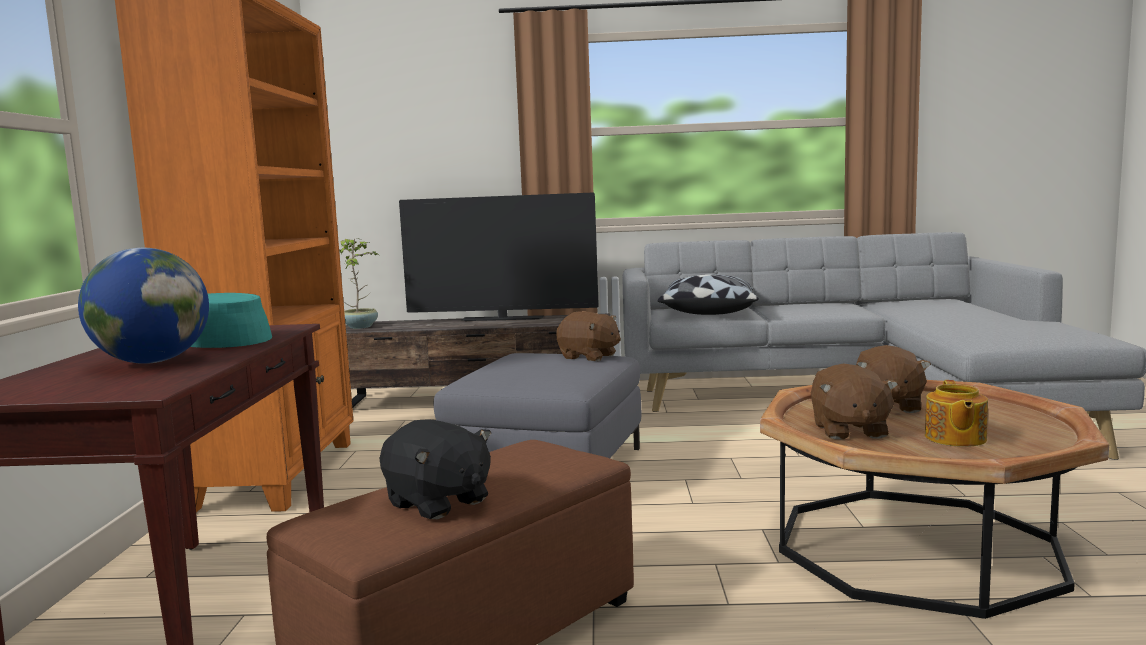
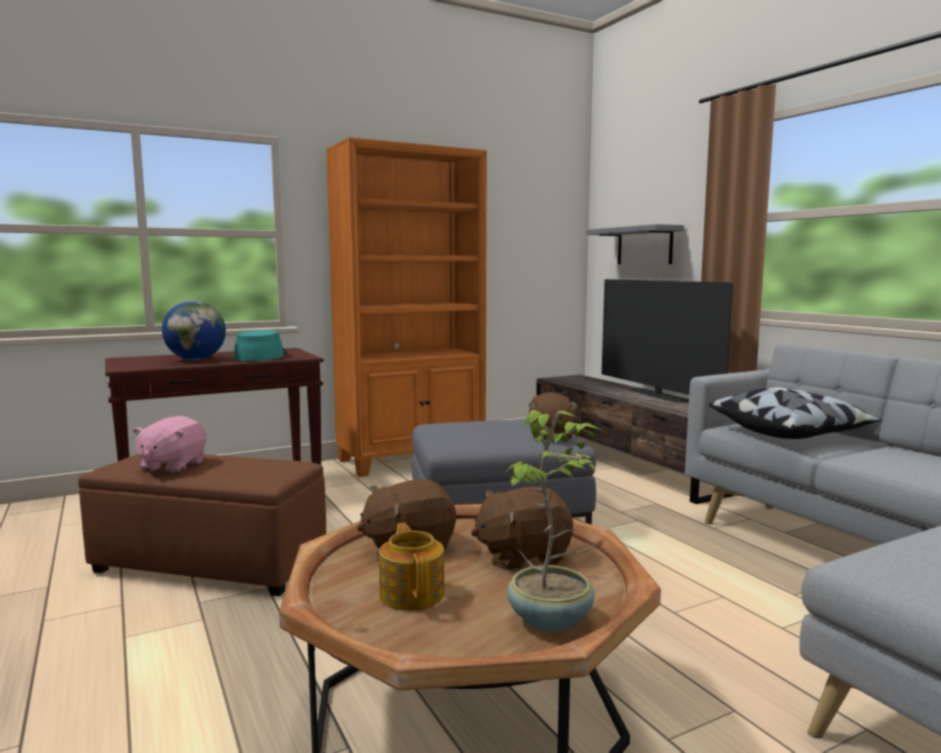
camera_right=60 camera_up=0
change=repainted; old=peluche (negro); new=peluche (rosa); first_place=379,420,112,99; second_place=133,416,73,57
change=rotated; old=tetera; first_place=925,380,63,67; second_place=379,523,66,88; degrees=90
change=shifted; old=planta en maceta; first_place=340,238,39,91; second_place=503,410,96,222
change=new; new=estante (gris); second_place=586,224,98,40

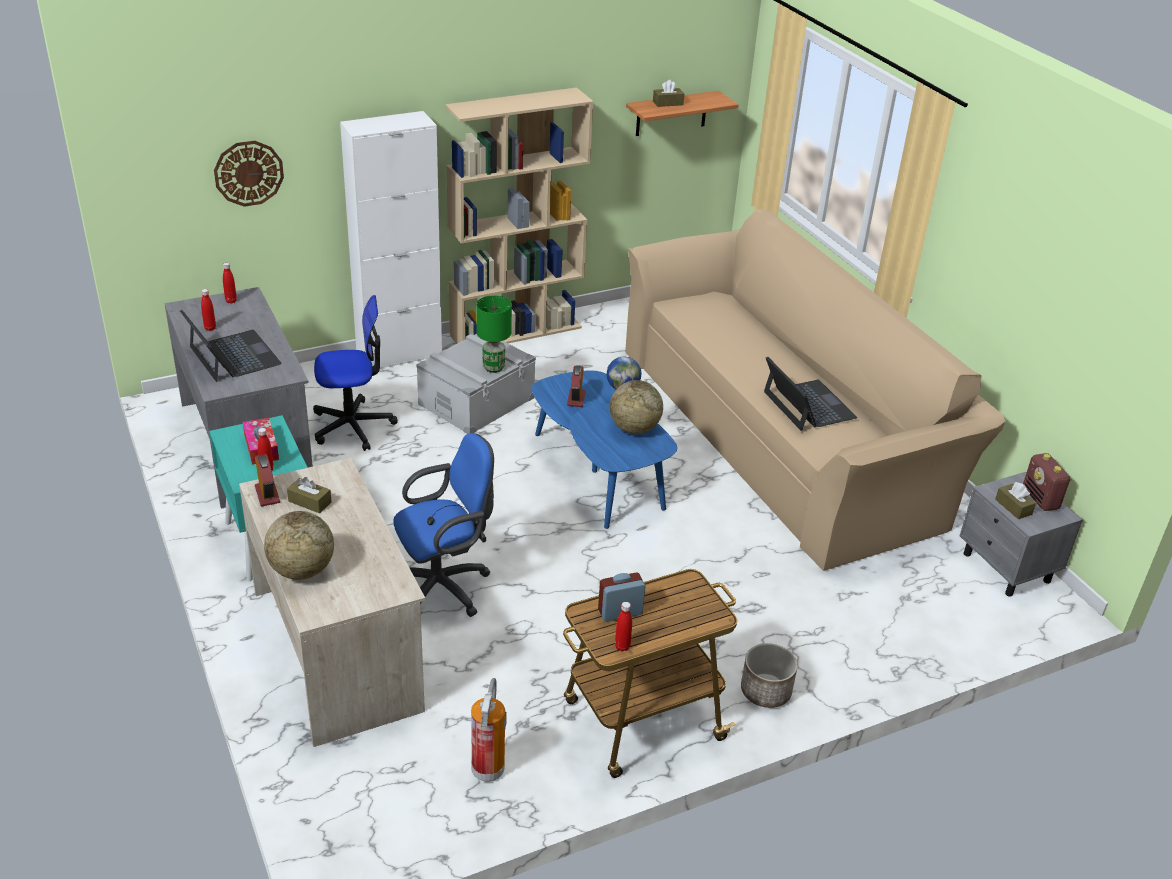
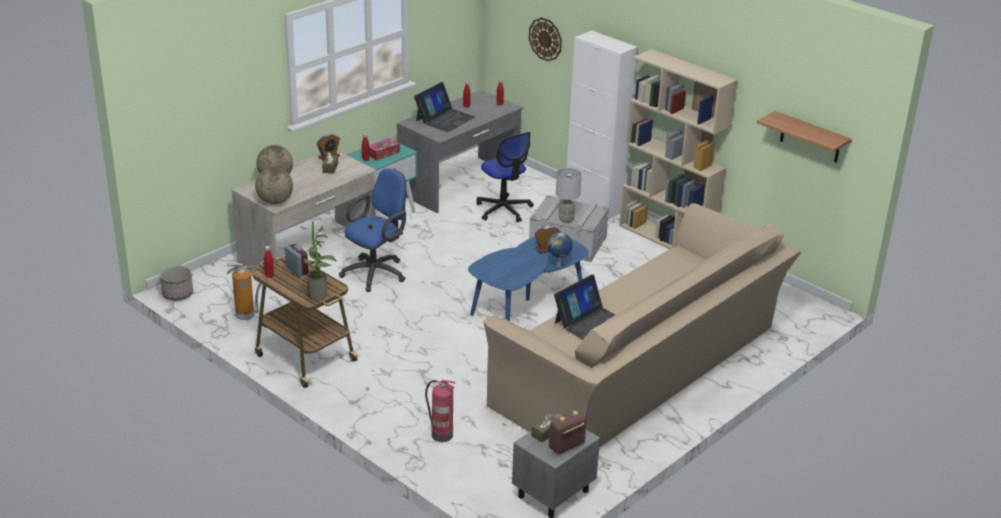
camera_right=70 camera_up=-5
change=shifted; old=maceta; first_place=741,643,57,65; second_place=160,266,33,35
change=shifted; old=globo terráqueo; first_place=610,380,53,54; second_place=255,167,38,37
change=new; new=planta en maceta; second_place=303,221,34,79
change=rotated; old=silla de oficina (azul); first_place=393,433,101,184; second_place=339,169,67,123; degrees=-90
change=new; new=extintor; second_place=425,380,31,62
change=repainted; old=lámpara de mesa (verde); new=lámpara de mesa (gris); first_place=476,295,36,78; second_place=556,168,26,55
change=gone; old=caja de pañuelos (marrón); first_place=653,80,31,27

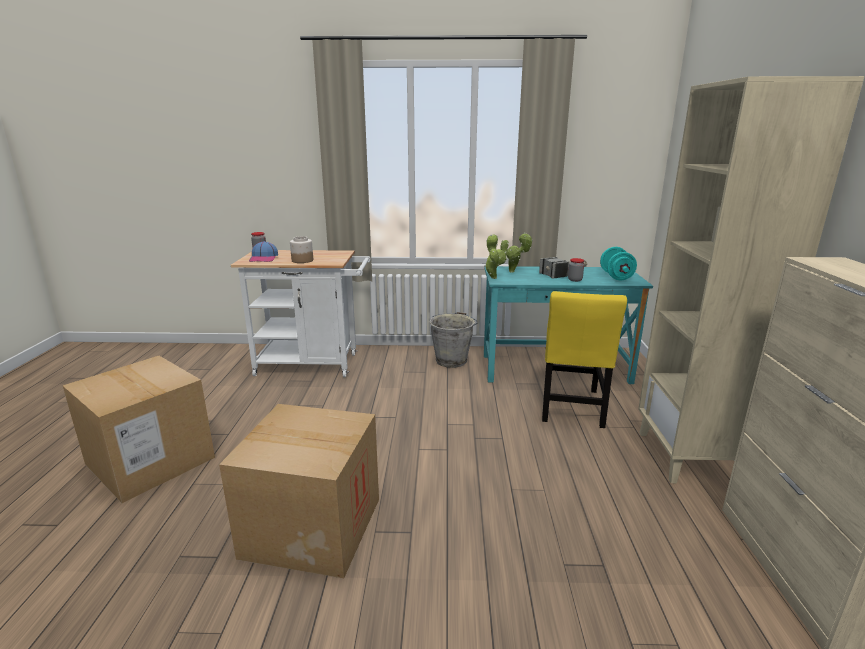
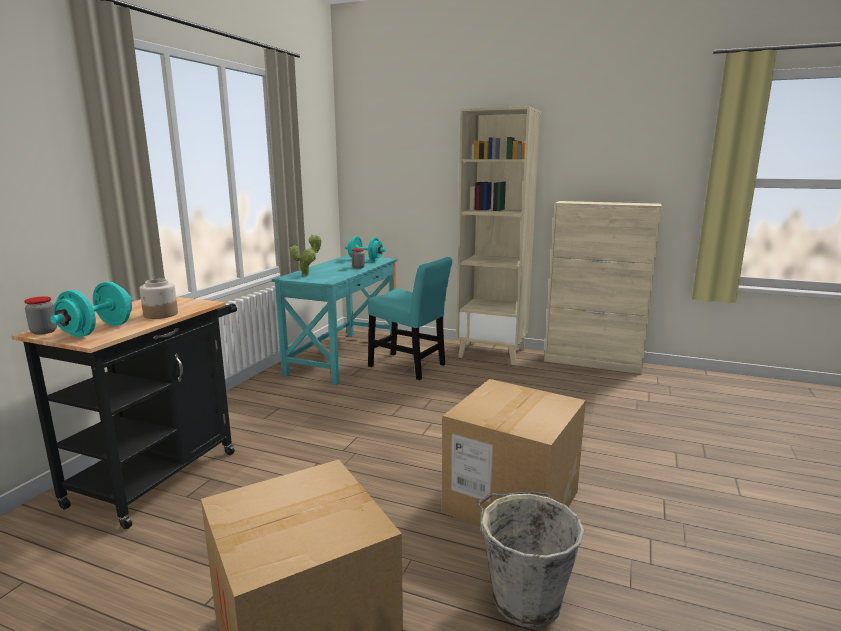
camera_right=-70 camera_up=-5
change=repainted; old=carrito (blanco); new=carrito (negro); first_place=231,250,140,127; second_place=11,297,226,232
change=swapped; old=gorra; new=mancuerna (turquesa); first_place=249,241,29,21; second_place=50,282,82,55
change=repainted; old=silla (amarillo); new=silla (turquesa); first_place=542,291,85,137; second_place=368,257,85,123
change=shifted; old=cubo (gris); first_place=429,312,49,56; second_place=477,491,107,137
change=gone; old=planta en maceta; first_place=485,234,21,45
change=gone; old=martillo; first_place=539,257,48,21

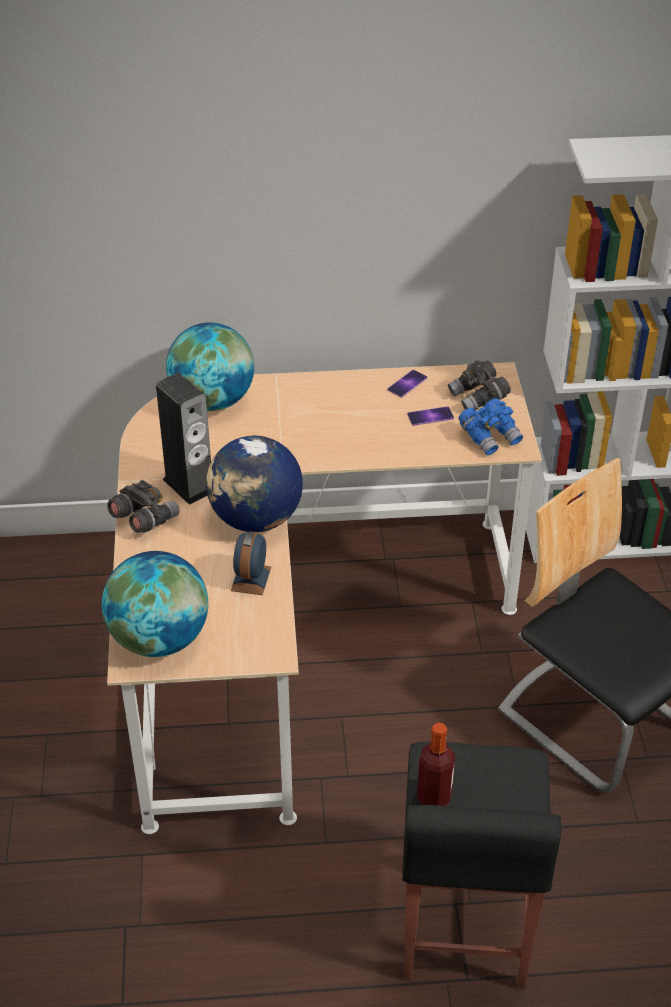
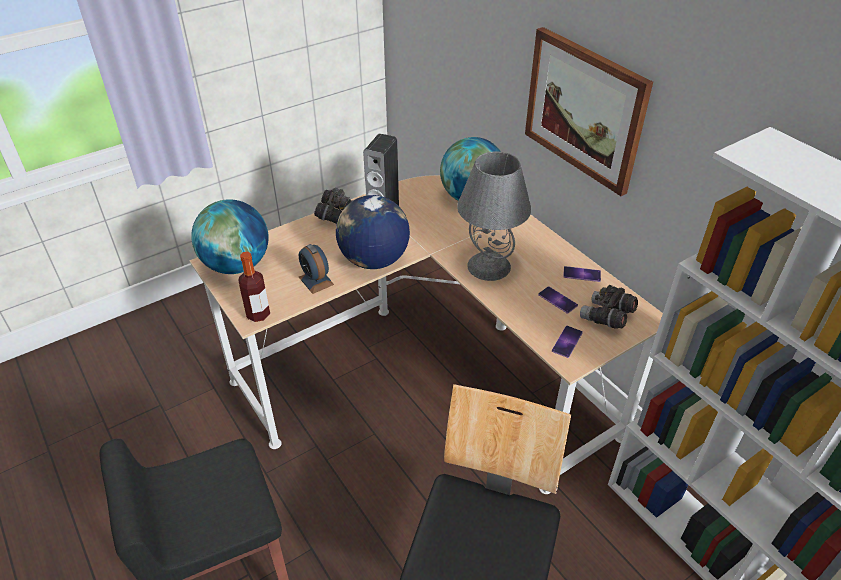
camera_right=60 camera_up=0
change=shifted; old=botella; first_place=417,722,38,84; second_place=239,252,31,70
change=rotated; old=despertador; first_place=231,531,40,64; second_place=299,244,35,50; degrees=-105
change=new; new=lámpara de mesa (gris); second_place=457,151,74,130
change=new; new=cuadro; second_place=525,27,128,169
change=swapped; old=prismáticos (azul); new=móvil; first_place=459,398,64,57; second_place=552,326,31,32

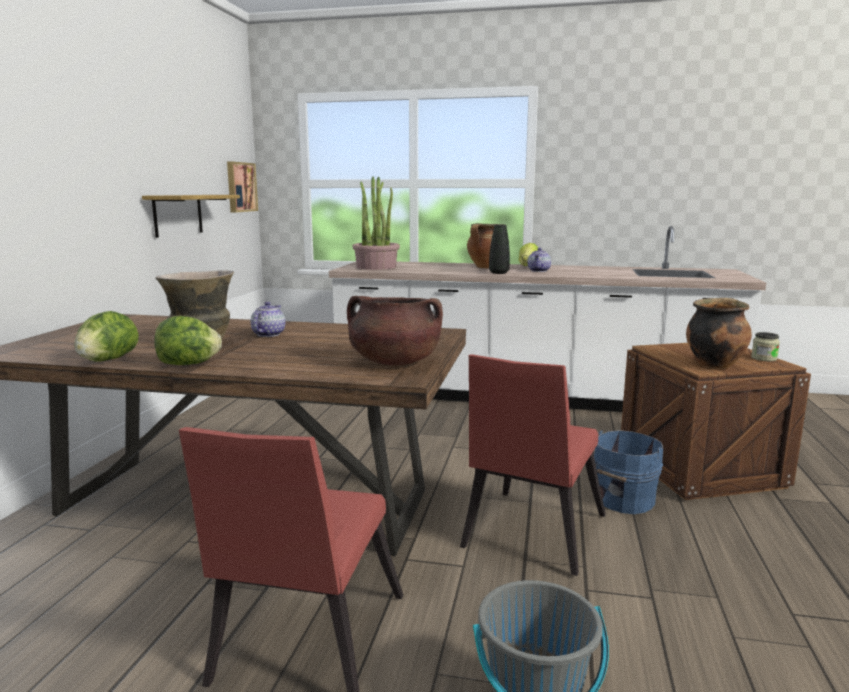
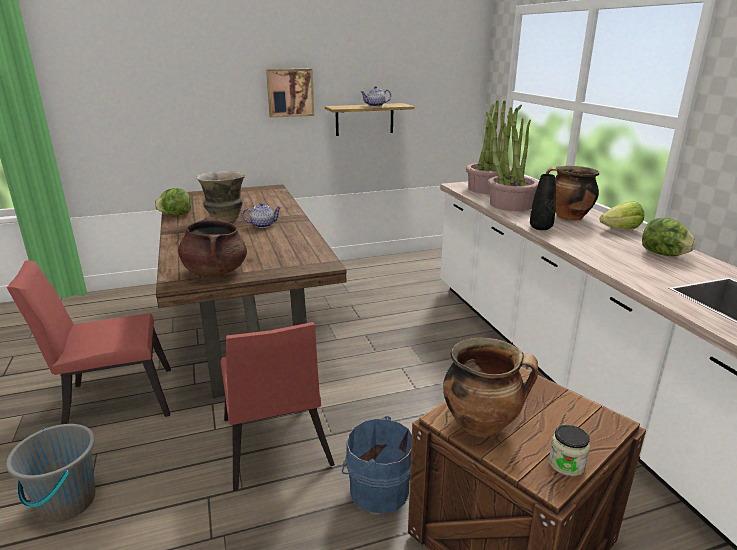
camera_right=60 camera_up=10
change=rotated; old=silla (rojo); first_place=460,354,146,222; second_place=220,322,115,169; degrees=-105
change=shifted; old=cuadro; first_place=227,162,31,50; second_place=266,69,48,49
change=shifted; old=tetera; first_place=528,248,23,24; second_place=361,86,30,21
change=new; new=planta en maceta; second_place=486,107,53,104
change=shifted; old=lechuga; first_place=155,316,67,49; second_place=642,217,54,39

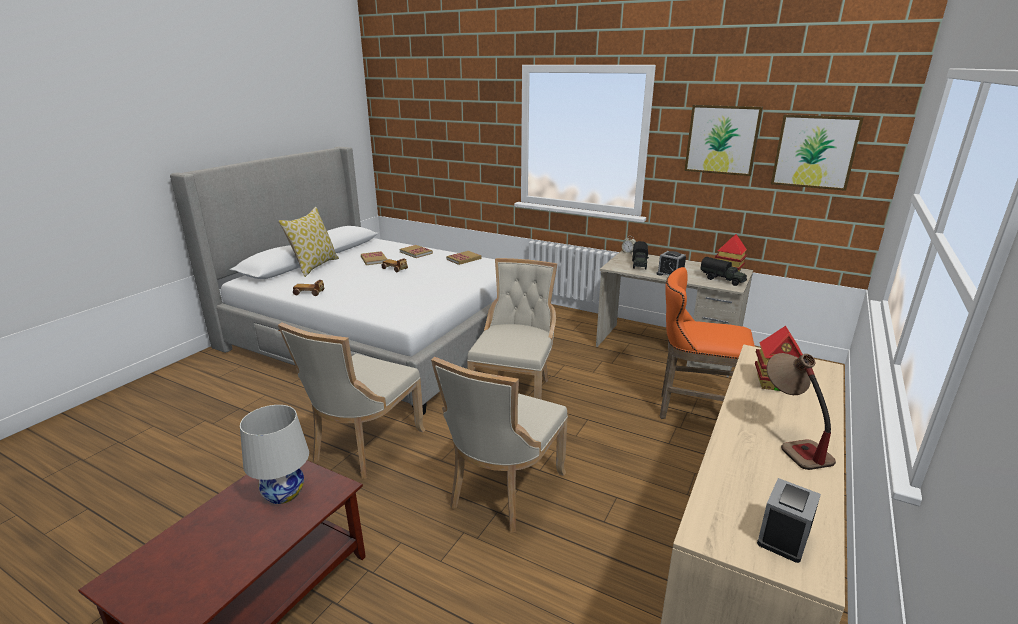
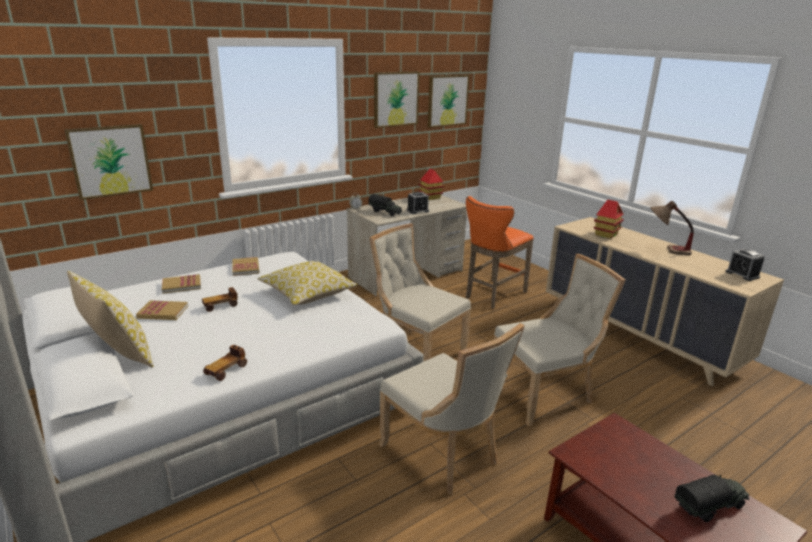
camera_right=-65 camera_up=0
change=new; new=cuadro; second_place=64,124,89,76
change=new; new=cojín; second_place=257,261,100,44
change=rotated; old=silla (beis); first_place=431,357,137,176; second_place=494,254,131,172; degrees=-75
change=shifted; old=camión de juguete; first_place=700,257,47,29; second_place=674,475,75,47
change=gone; old=lámpara de mesa (blanco); first_place=240,405,69,99

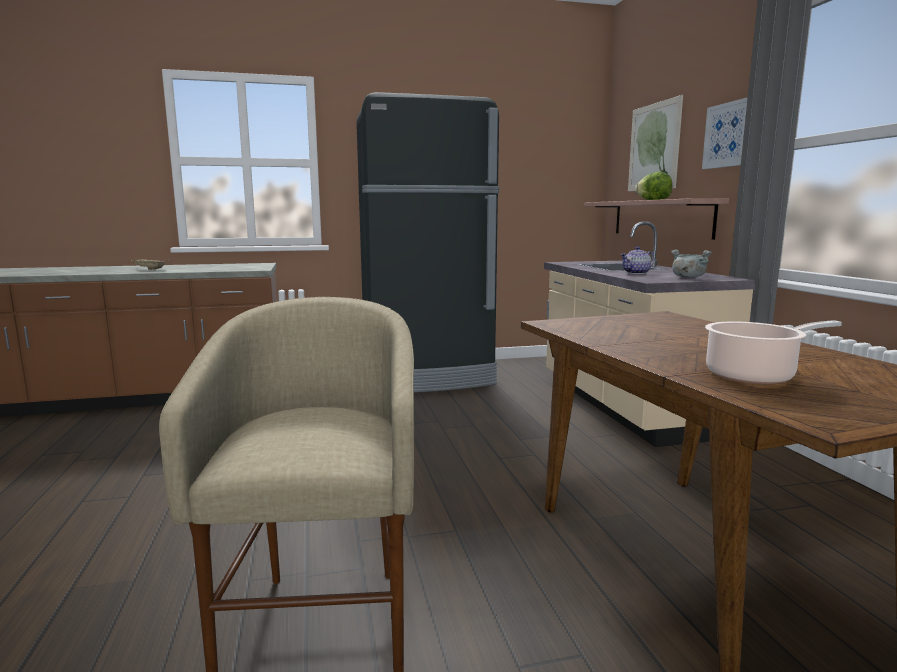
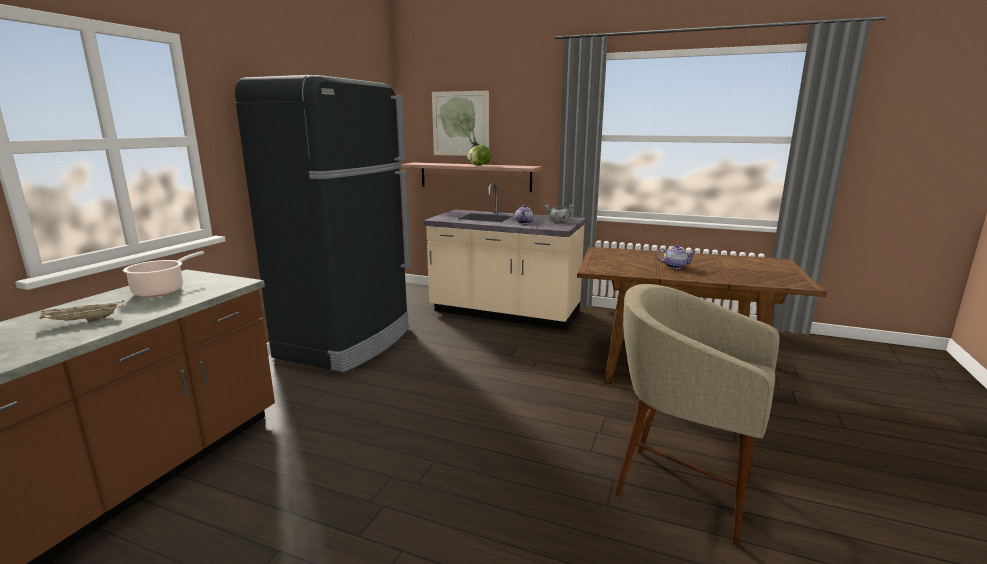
camera_right=-55 camera_up=5
change=shifted; old=olla; first_place=705,320,137,65; second_place=123,251,81,46
change=new; new=tetera; second_place=656,245,41,24
change=gone; old=cuadro; first_place=702,97,46,72

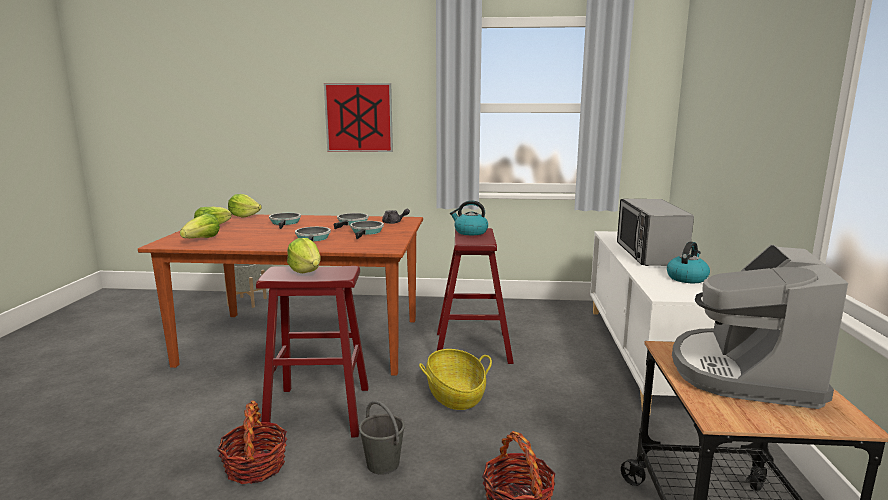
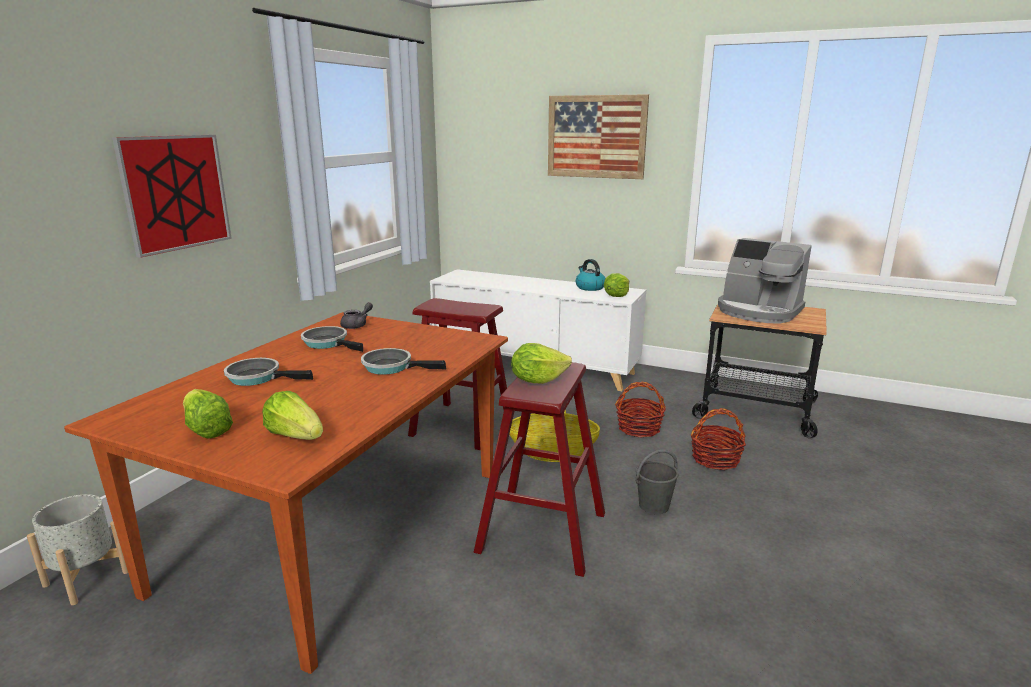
camera_right=-70 camera_up=5
change=new; new=cuadro; second_place=548,94,101,85
change=shifted; old=lechuga; first_place=228,194,34,24; second_place=604,273,25,24
change=shifted; old=cesta; first_place=217,401,70,83; second_place=615,382,51,56
change=gone; old=sartén; first_place=350,221,34,18
change=gone; old=hervidor; first_place=450,200,38,35
change=gone; old=microondas; first_place=617,199,77,67

